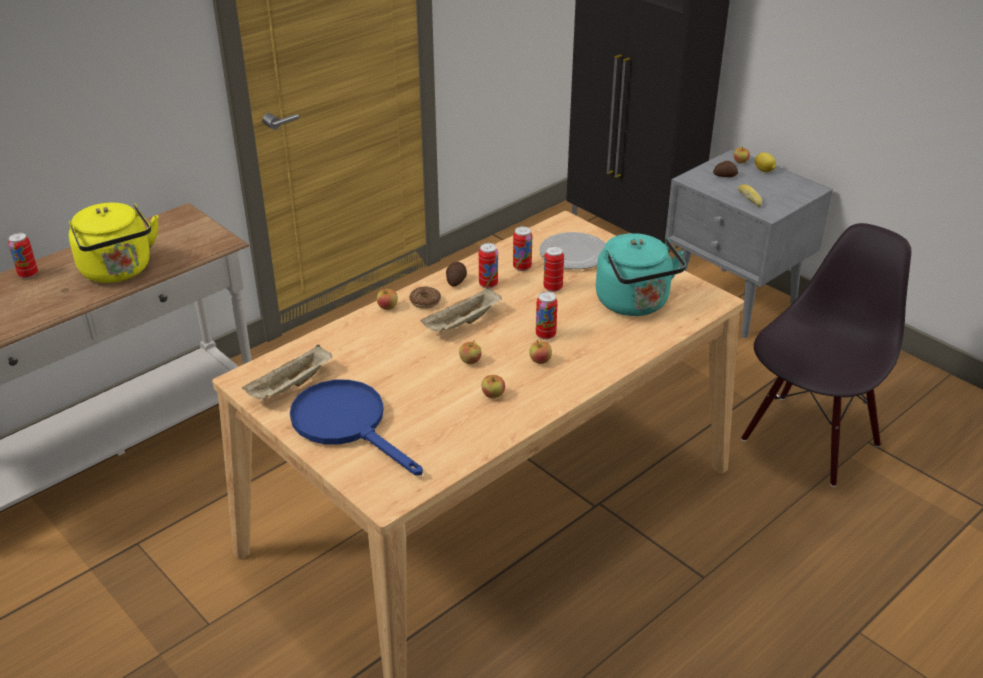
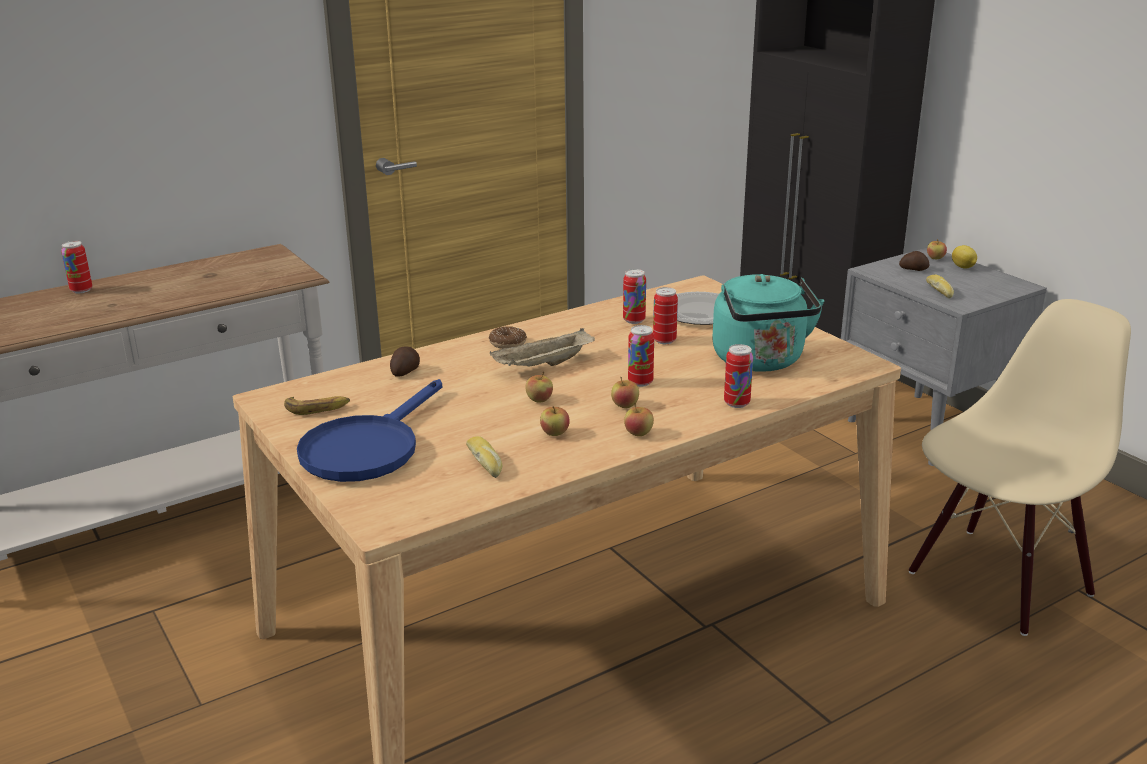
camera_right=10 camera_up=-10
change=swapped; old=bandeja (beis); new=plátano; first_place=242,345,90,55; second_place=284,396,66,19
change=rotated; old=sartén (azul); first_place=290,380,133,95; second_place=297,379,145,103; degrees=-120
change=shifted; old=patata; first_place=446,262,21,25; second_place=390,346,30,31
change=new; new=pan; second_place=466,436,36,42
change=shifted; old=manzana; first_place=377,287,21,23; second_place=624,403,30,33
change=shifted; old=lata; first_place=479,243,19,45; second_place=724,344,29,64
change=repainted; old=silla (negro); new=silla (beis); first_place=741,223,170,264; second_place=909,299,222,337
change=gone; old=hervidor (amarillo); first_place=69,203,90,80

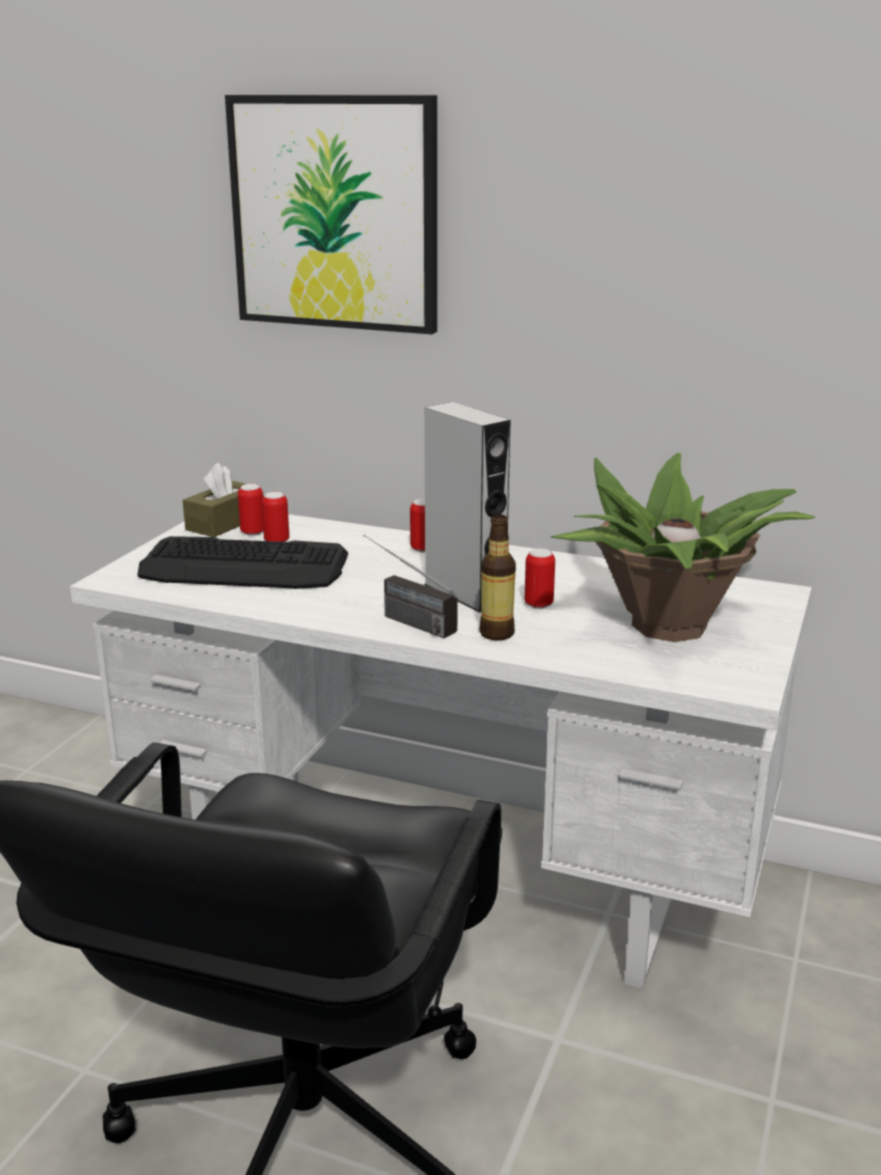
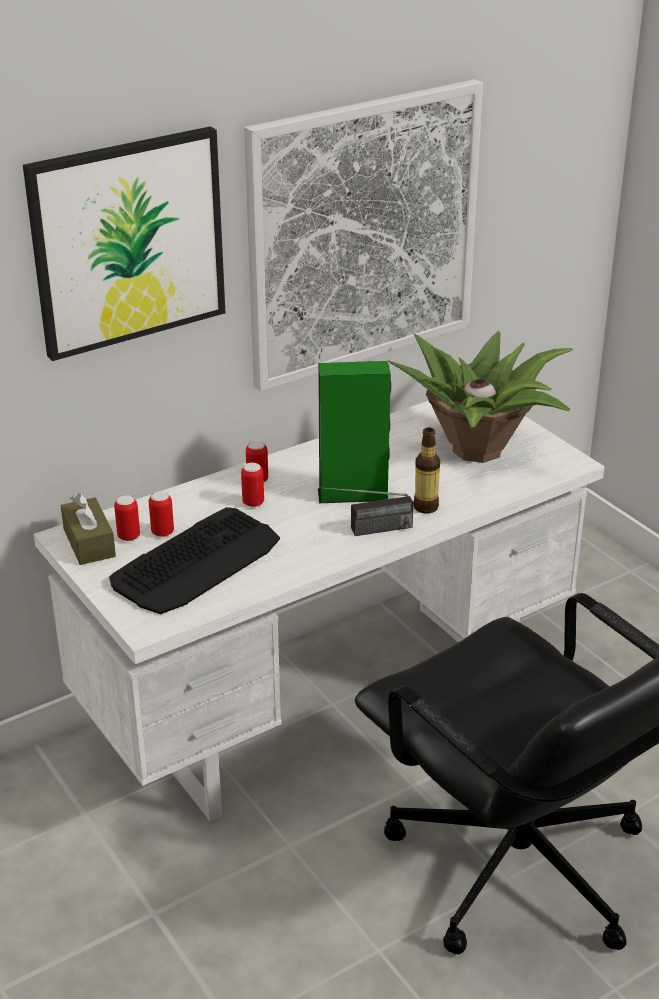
camera_right=-55 camera_up=10
change=shifted; old=lata; first_place=525,549,30,60; second_place=241,463,23,44
change=new; new=cuadro; second_place=244,79,239,313
change=repainted; old=altavoz (gris); new=altavoz (verde); first_place=424,402,87,211; second_place=318,361,73,142

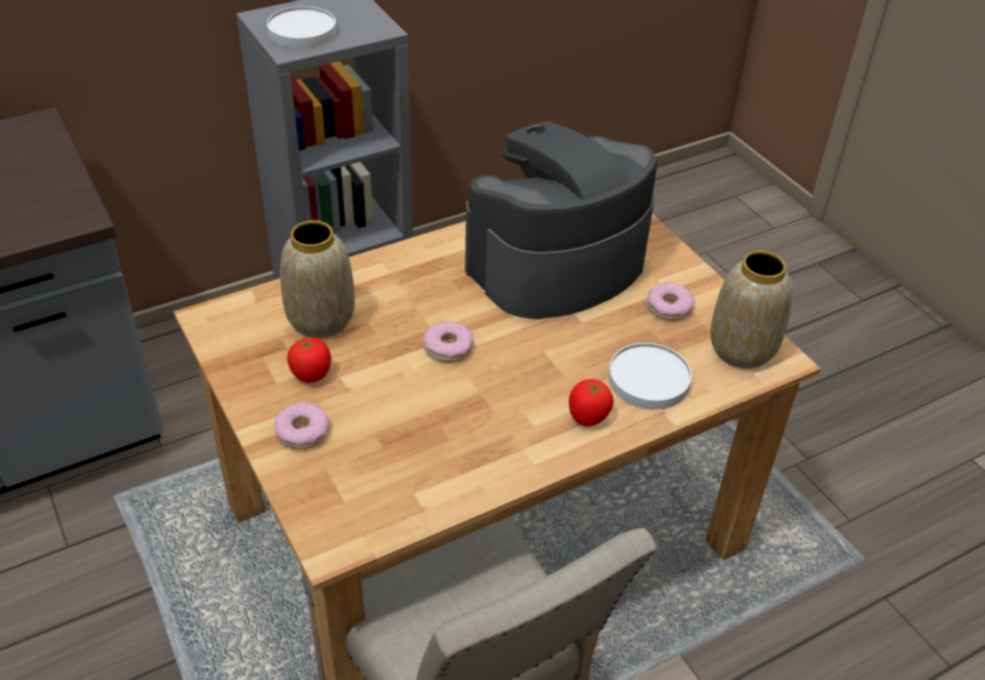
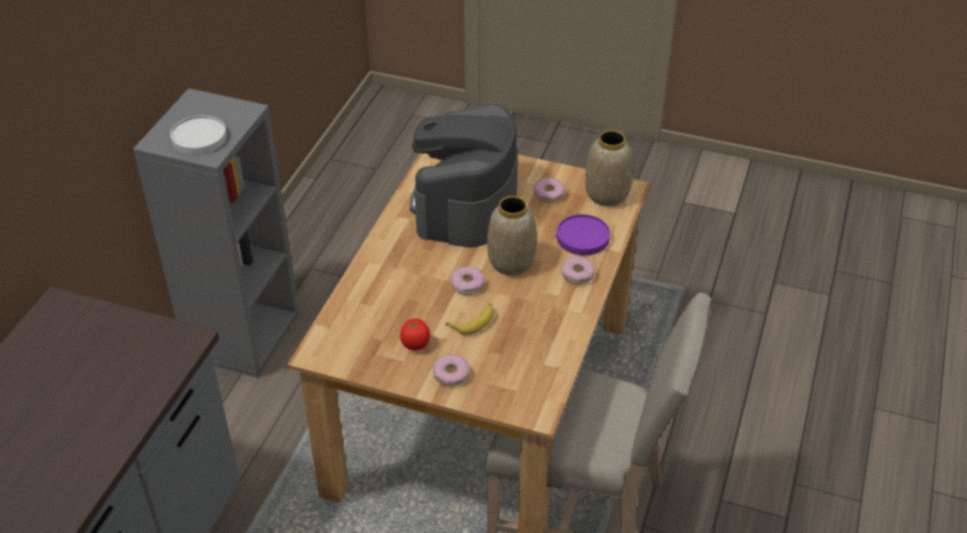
camera_right=-40 camera_up=0
change=new; new=plátano; second_place=445,304,49,31
change=shifted; old=florero; first_place=280,220,75,118; second_place=487,196,50,80
change=repainted; old=plato (blanco); new=plato (morado); first_place=608,343,84,67; second_place=557,214,53,41
change=swapped; old=tomate; new=rosquilla; first_place=569,379,45,47; second_place=561,257,34,27

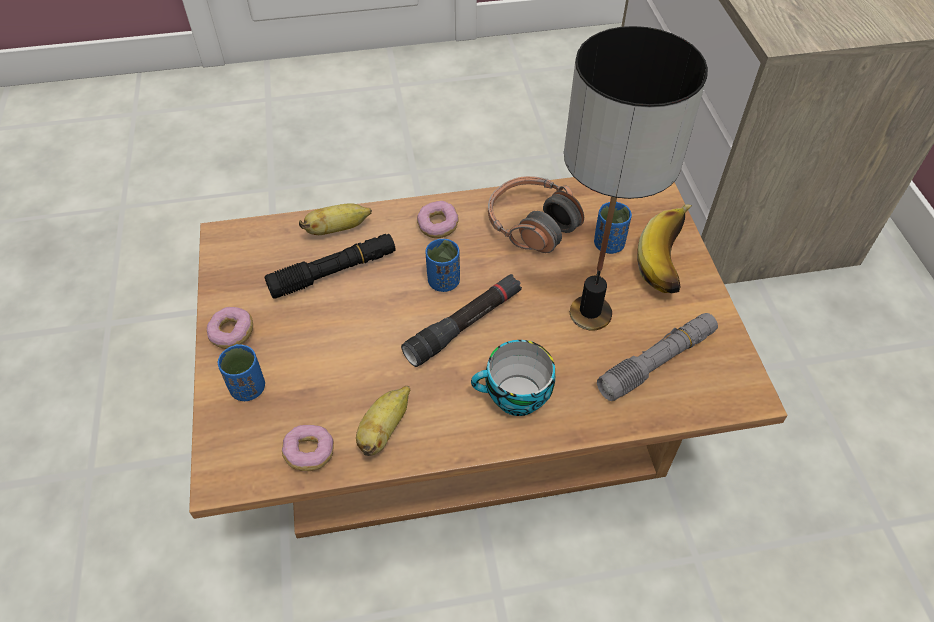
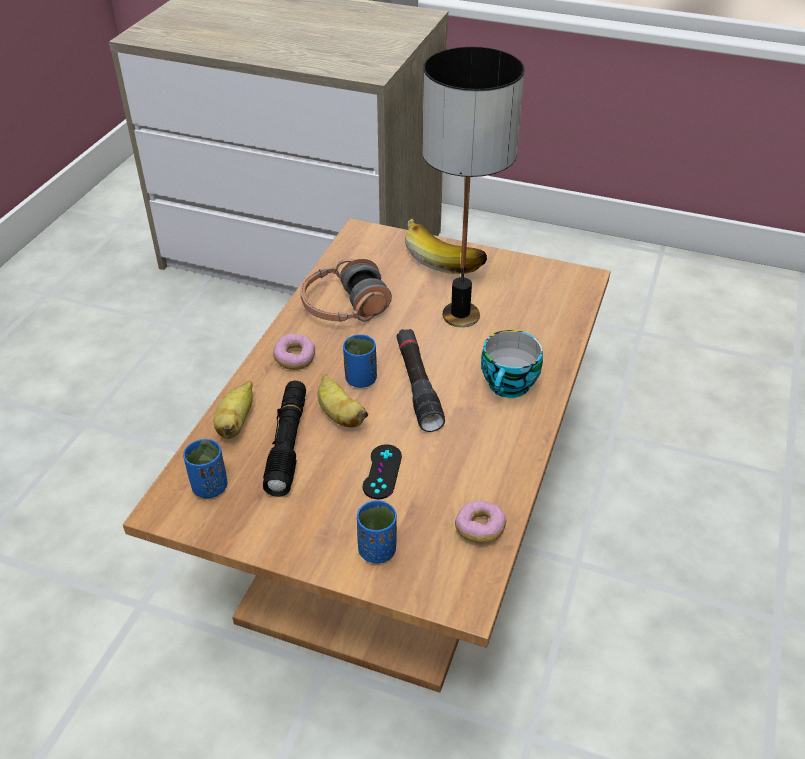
camera_right=-60 camera_up=-10
change=shifted; old=taza (azul); first_place=594,202,38,52; second_place=183,439,45,59
change=shifted; old=plátano; first_place=356,386,54,70; second_place=318,374,50,53
change=new; new=mando de consola (negro); second_place=363,444,39,55
change=gone; old=rosquilla; first_place=207,307,46,42
change=gone; old=linterna (gris); first_place=597,313,121,88

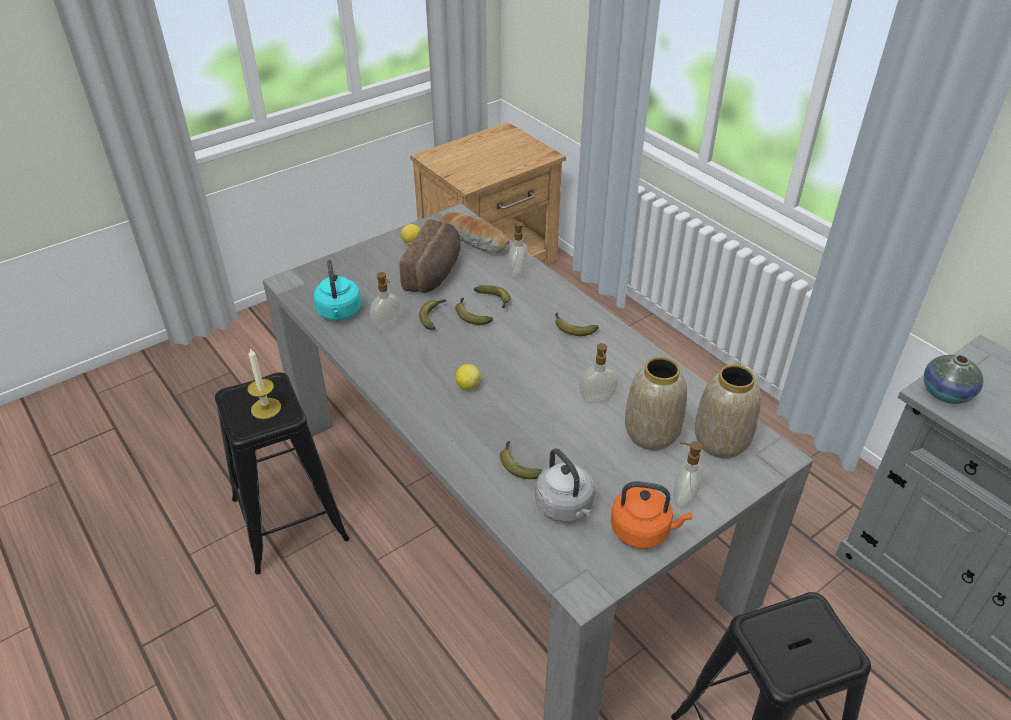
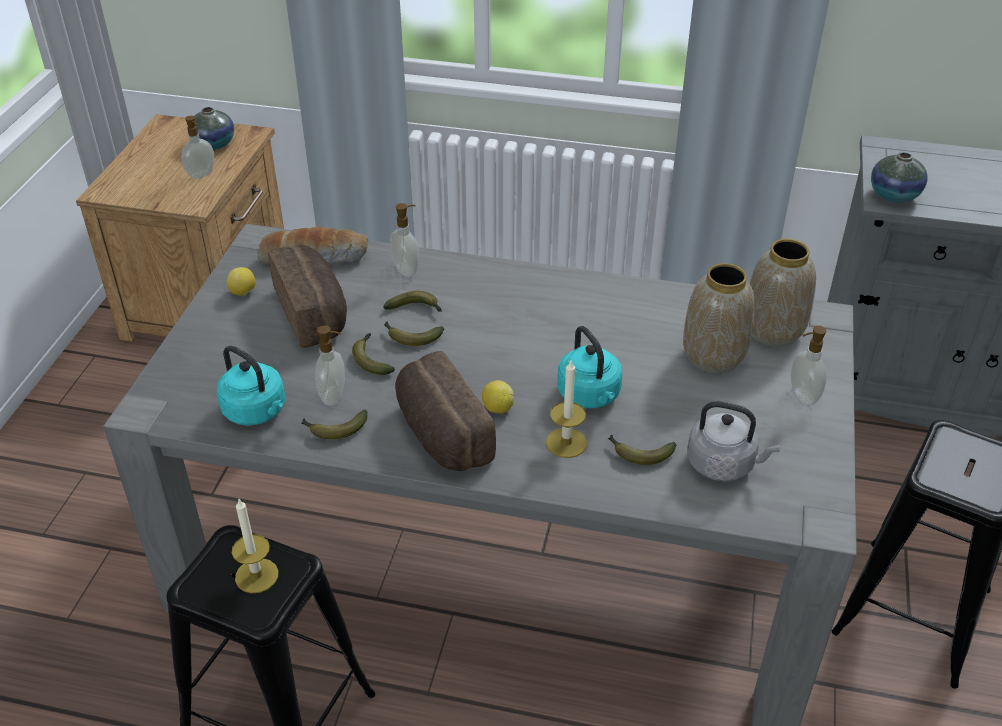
camera_right=-40 camera_up=0
change=shifted; old=dispensador de jabón; first_place=579,343,39,61; second_place=181,116,34,63
change=new; new=florero; second_place=194,107,40,43
change=shifted; old=plátano; first_place=555,312,44,24; second_place=301,410,67,29
change=new; new=pan; second_place=395,351,101,120
change=new; new=vela; second_place=546,361,41,97
change=new; new=hervidor (turquesa); second_place=557,326,65,82
change=gone; old=hervidor (naranja); first_place=611,481,82,67

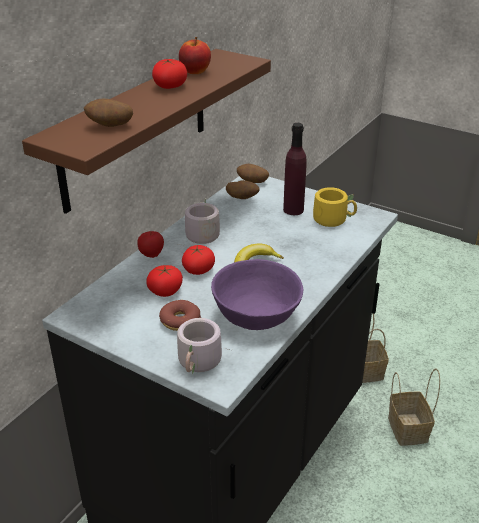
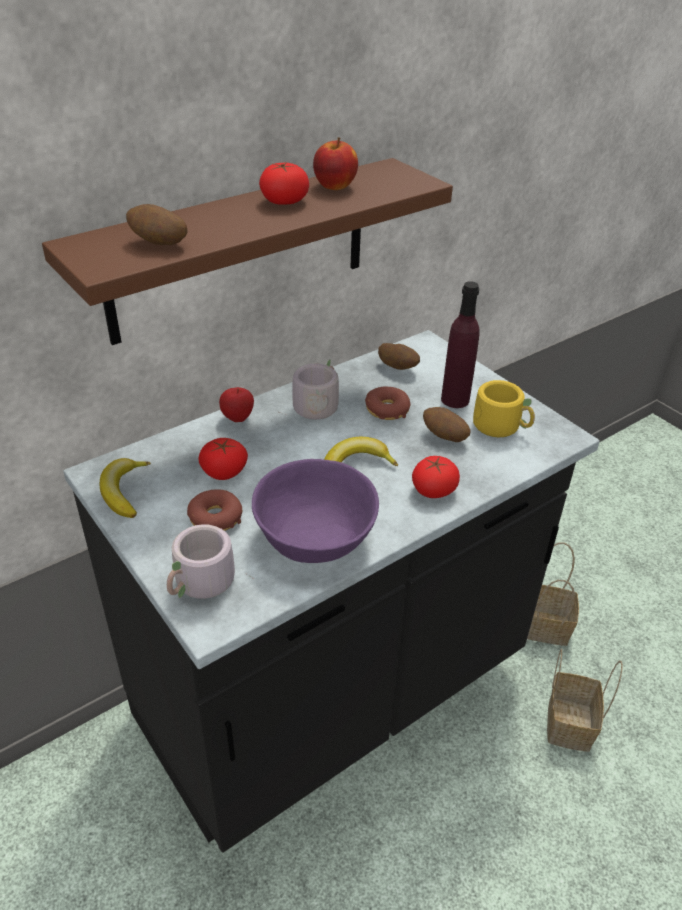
camera_right=20 camera_up=5
change=new; new=plátano; second_place=100,458,51,60
change=new; new=rosquilla; second_place=365,387,46,33
change=shifted; old=tomate; first_place=182,245,33,30; second_place=412,456,48,42
change=shifted; old=patata; first_place=237,164,32,19; second_place=423,407,48,35

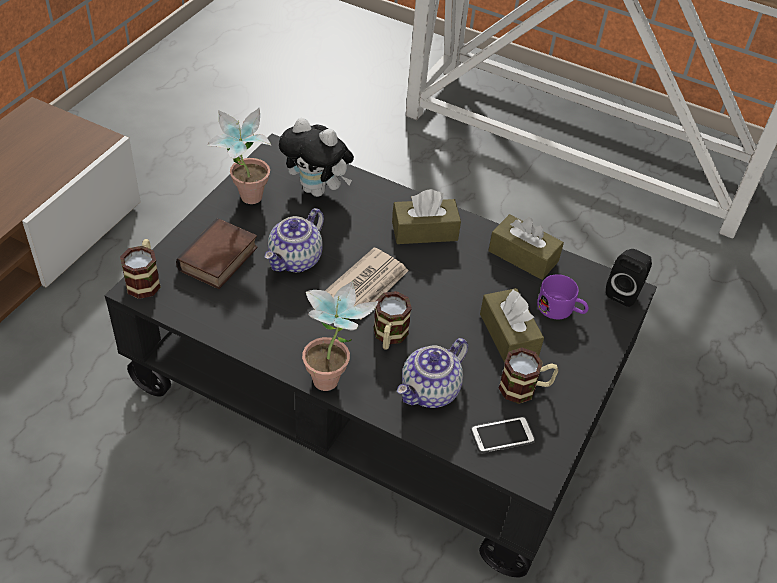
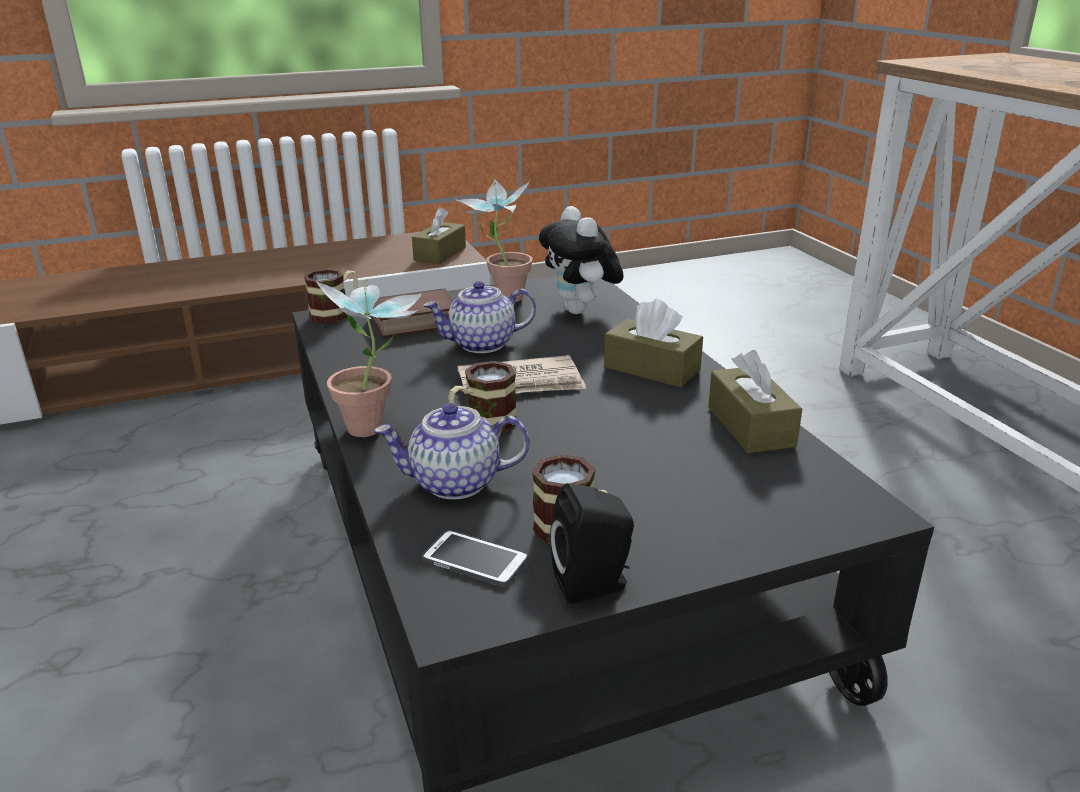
camera_right=45 camera_up=-20
change=shifted; old=caja de pañuelos (marrón); first_place=480,288,64,75; second_place=412,207,54,57
change=shifted; old=altavoz (negro); first_place=606,249,46,58; second_place=550,483,84,121
change=gone; old=taza grande (morado); first_place=537,274,52,45

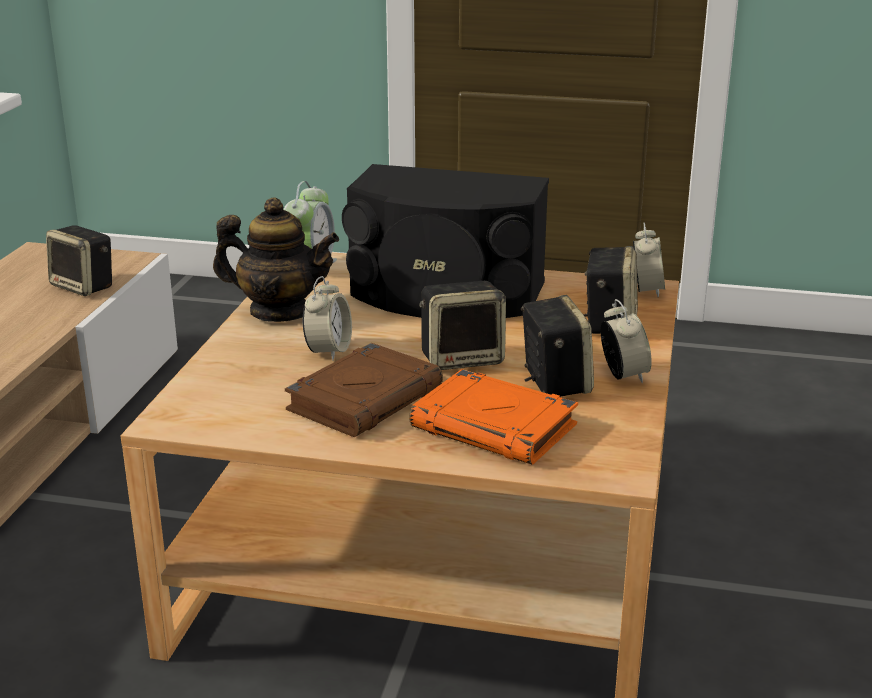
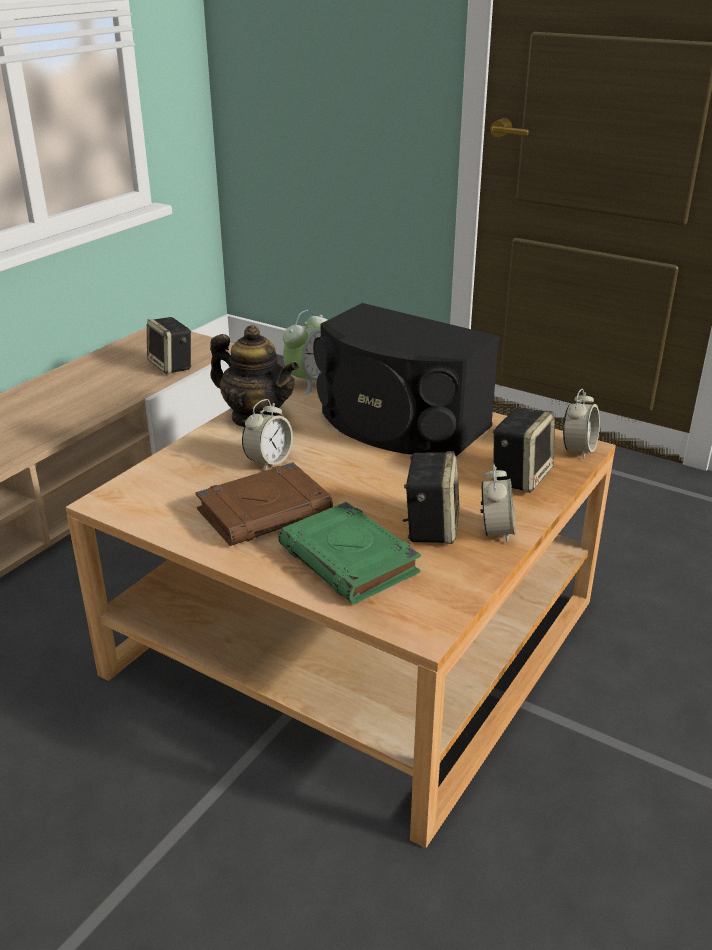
camera_right=20 camera_up=5
change=repainted; old=libro (naranja); new=libro (verde); first_place=409,369,169,96; second_place=278,502,143,102
change=gone; old=altavoz; first_place=419,281,87,89

